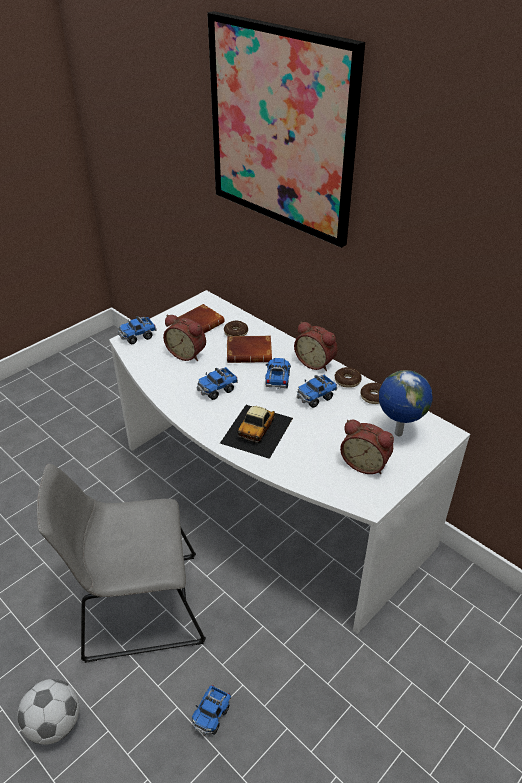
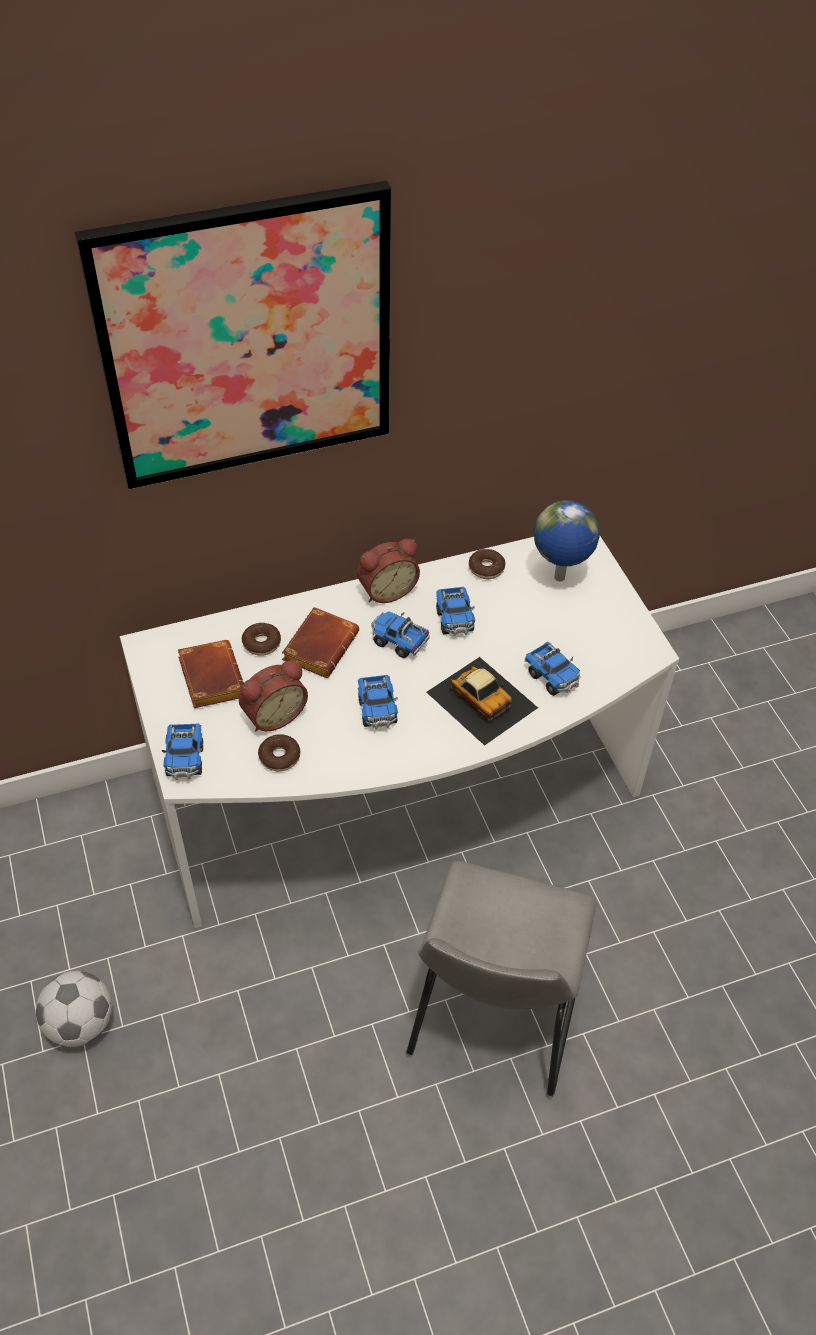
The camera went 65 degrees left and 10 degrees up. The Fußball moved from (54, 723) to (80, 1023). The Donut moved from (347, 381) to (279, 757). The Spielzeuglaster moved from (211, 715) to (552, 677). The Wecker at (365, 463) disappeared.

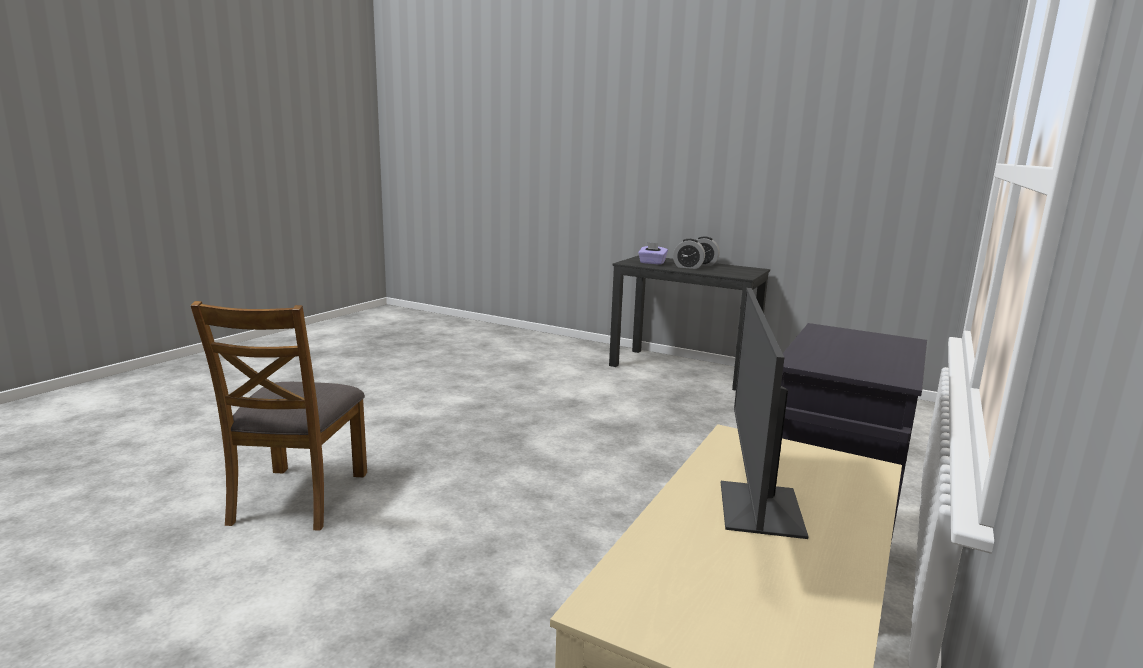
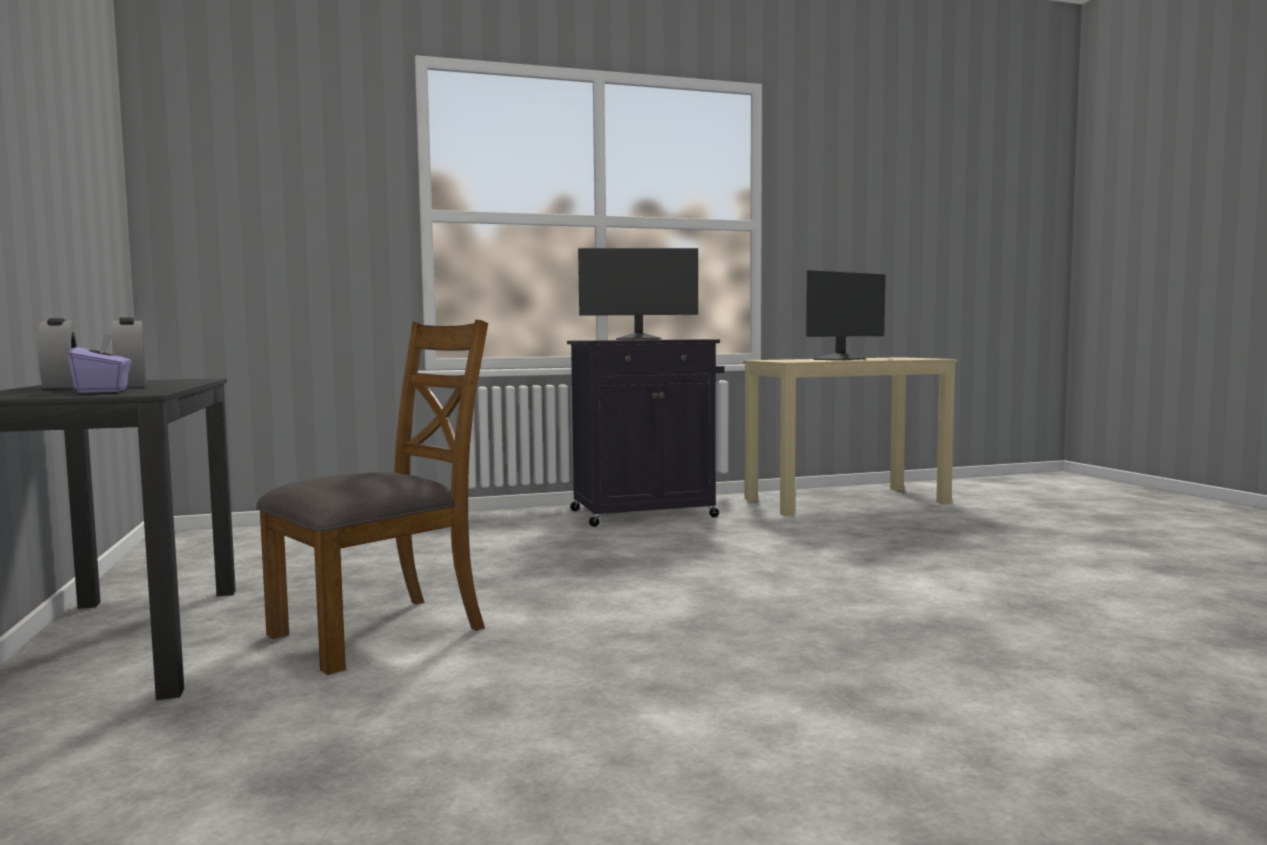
The camera went 135 degrees left and 10 degrees down. The Stuhl/braun moved from (298, 497) to (380, 631). The Monitor at (638, 339) appeared.

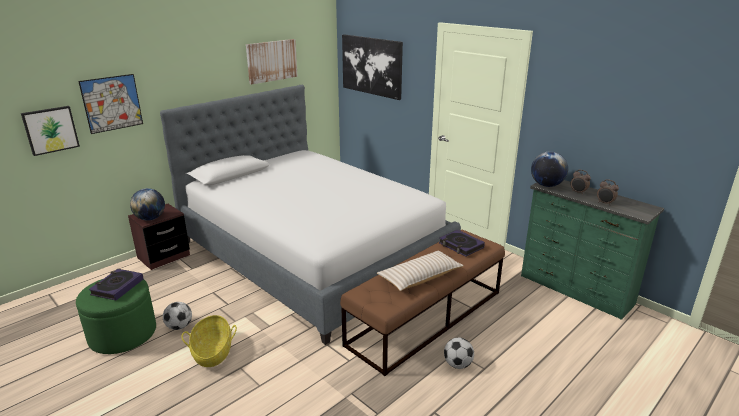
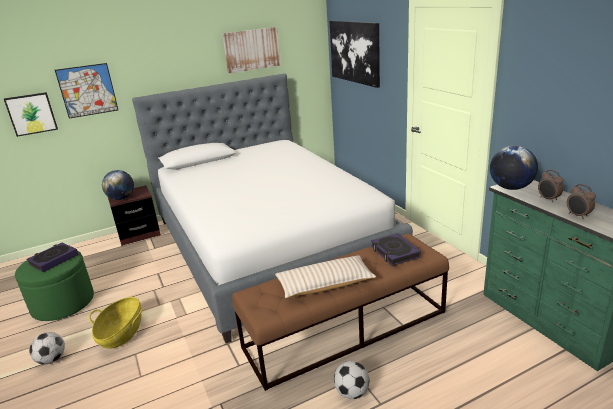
The camera went 20 degrees right and 0 degrees up. The Fußball moved from (179, 326) to (52, 359).

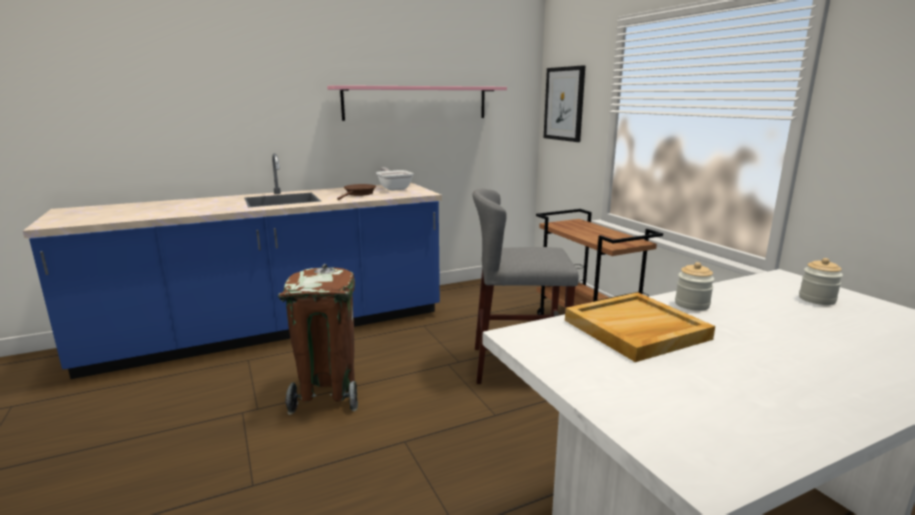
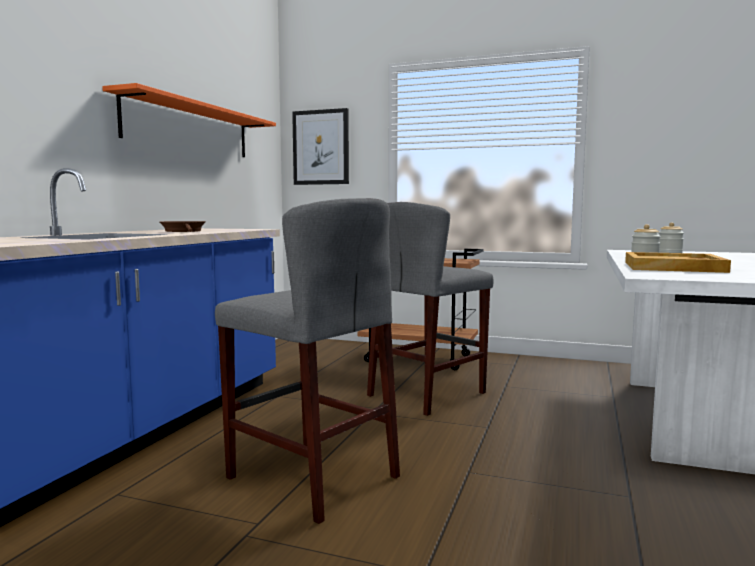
The camera went 45 degrees left and 10 degrees down. The Wandregal/rosa at (416, 102) became the Wandregal/orange at (190, 128). The Mülleimer/braun at (327, 394) was replaced by the Hocker/grau at (312, 477). The Pfanne at (394, 188) disappeared.

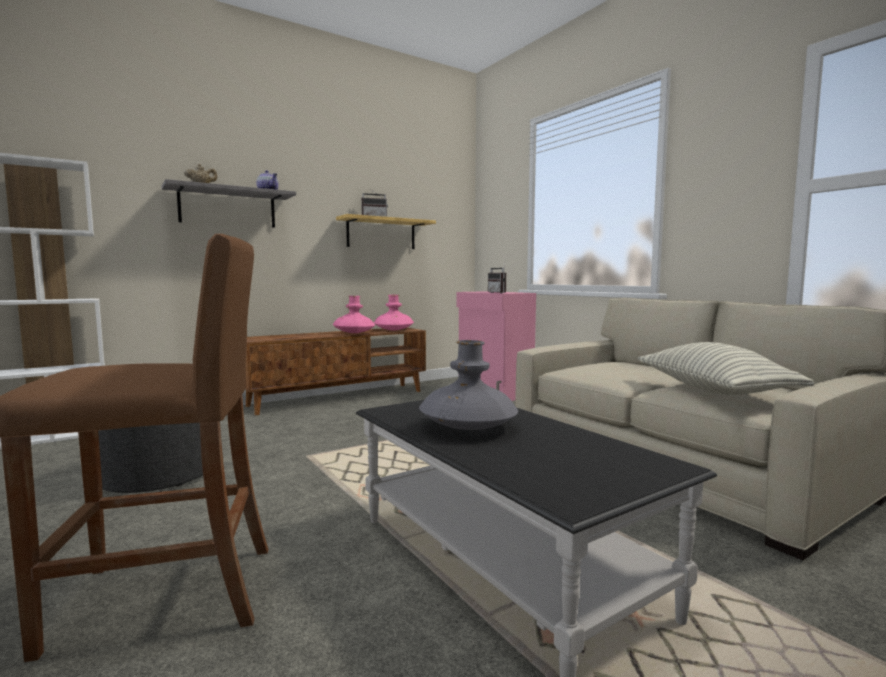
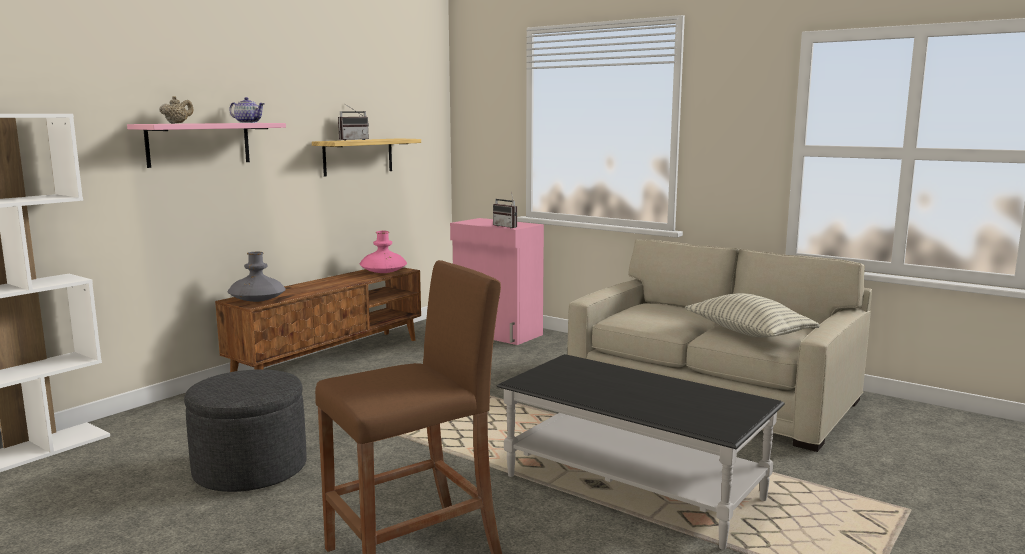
The camera went 20 degrees left and 5 degrees up. The Wandregal/grau at (228, 208) became the Wandregal/rosa at (199, 144). The Vase/grau moved from (468, 427) to (257, 300). The Vase/rosa at (354, 333) disappeared.

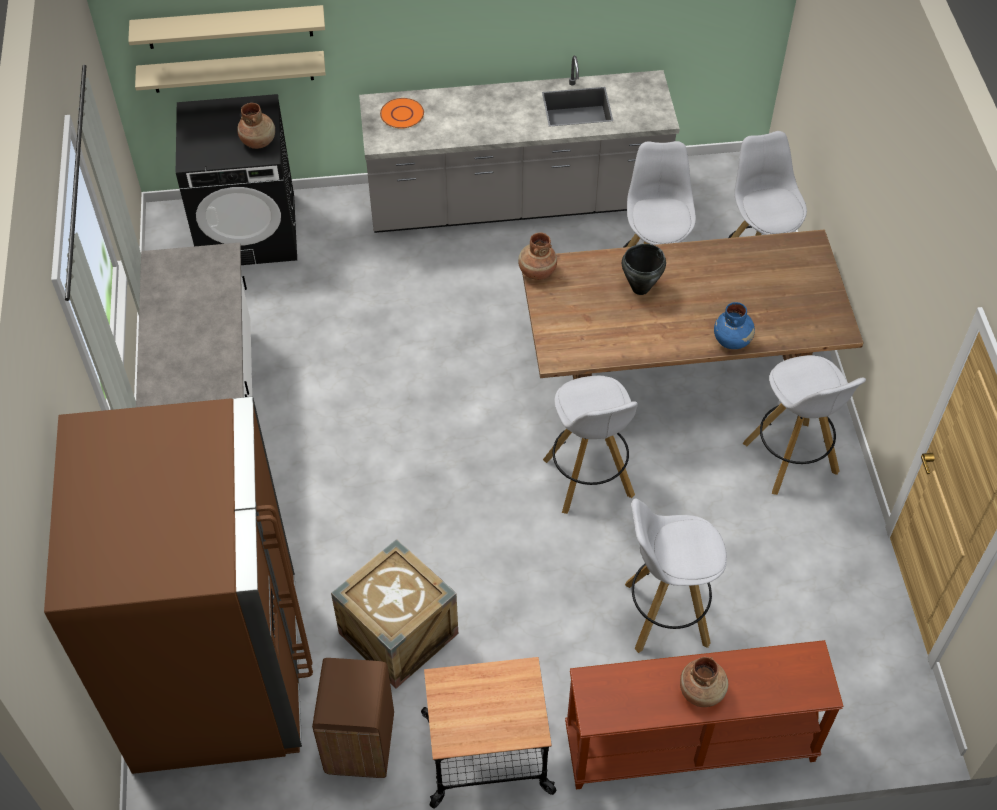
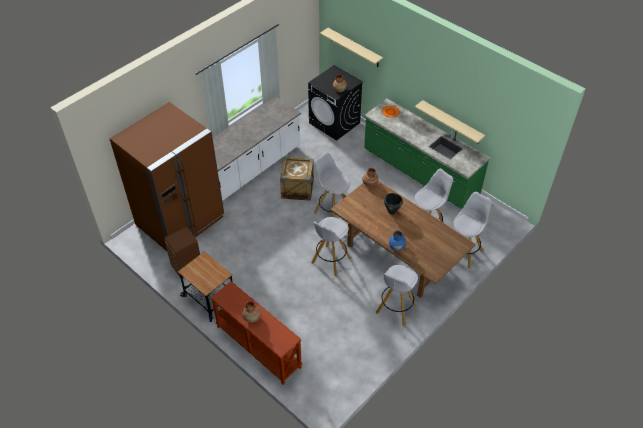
The camera went 50 degrees right and 5 degrees down. The Kiste moved from (398, 633) to (297, 188). The Hocker/weiß moved from (664, 614) to (332, 212). The Küchenzeile/grau at (516, 203) became the Küchenzeile/grün at (419, 174). The Wandregal/beige moved from (232, 71) to (452, 122).

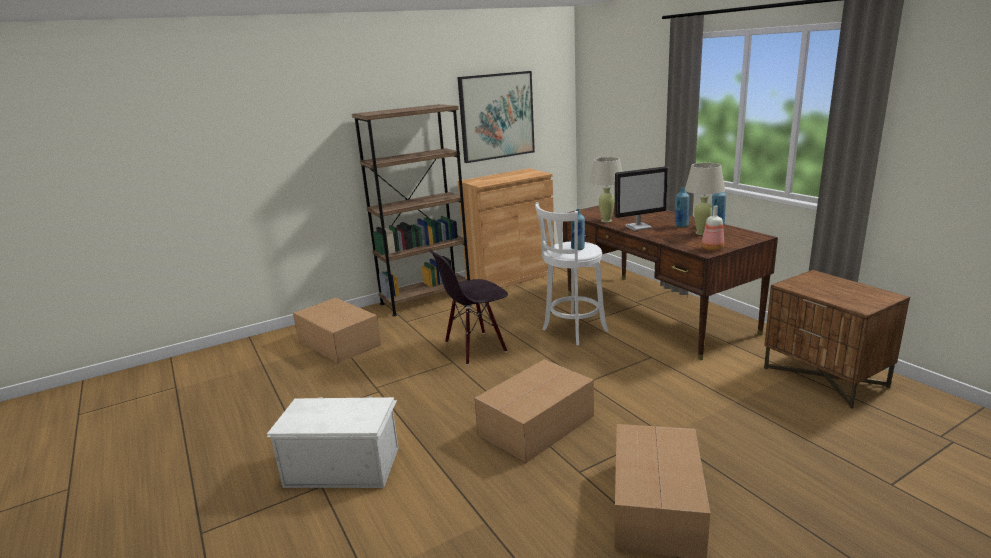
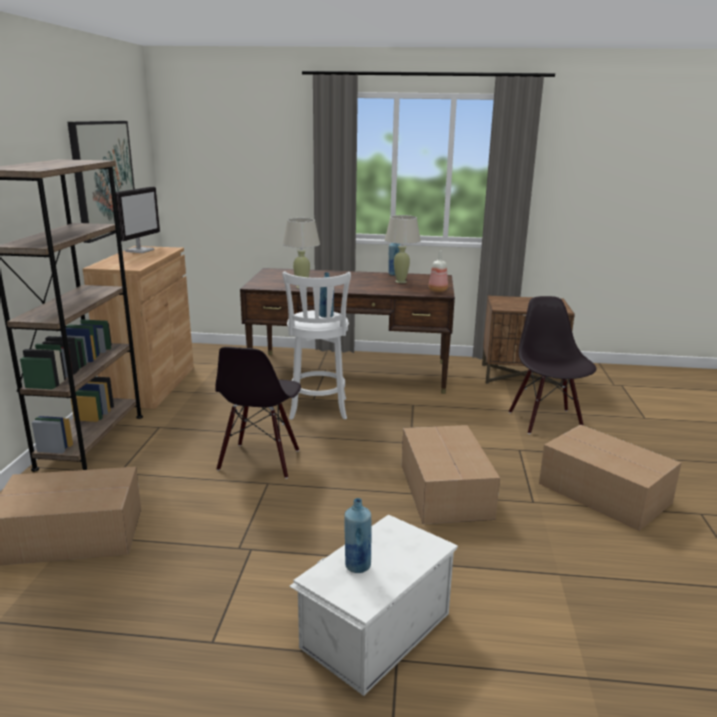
The camera went 55 degrees left and 0 degrees up. The Monitor moved from (638, 227) to (139, 250). The Flasche/blau moved from (681, 226) to (357, 566). The Stuhl/schwarz at (546, 421) appeared.

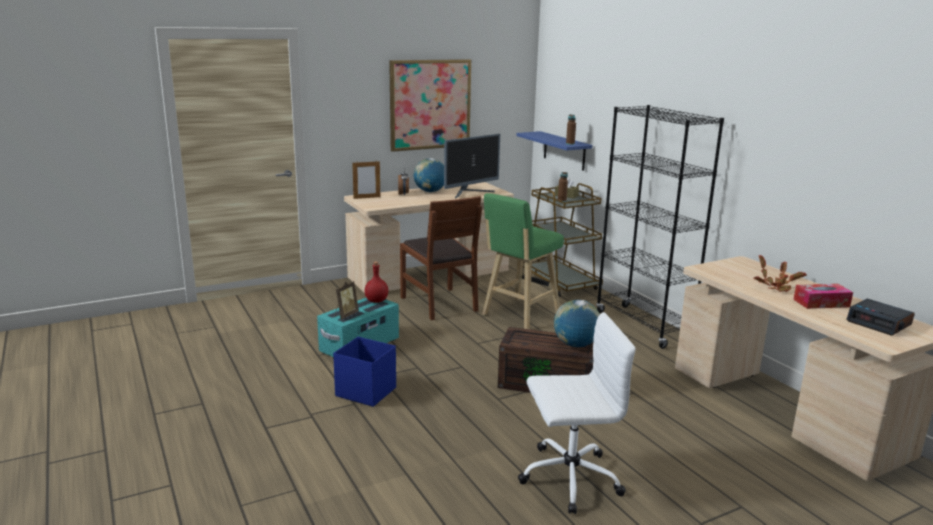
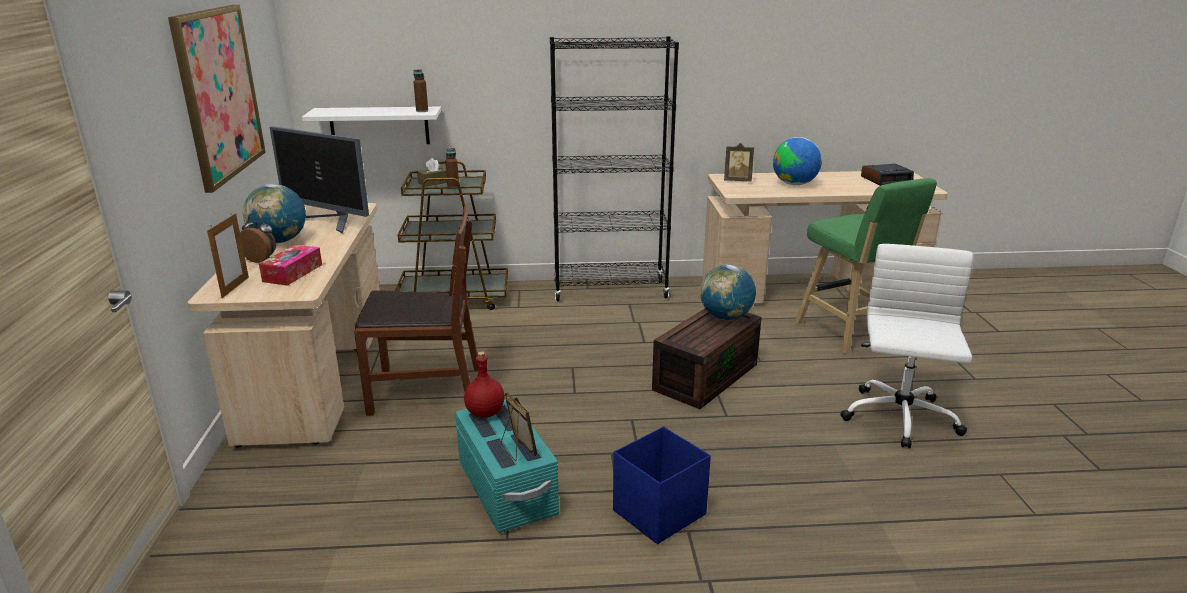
The camera went 65 degrees left and 5 degrees up. The Taschentuchbox moved from (821, 303) to (293, 273). The Monitor at (470, 193) turned 135 degrees clockwise. The Wandregal/blau at (564, 150) became the Wandregal/weiß at (379, 126). The Bilderrahmen at (737, 181) appeared. The Topfpflanze at (775, 286) was replaced by the Globus at (794, 184). The Hocker/grün moved from (518, 315) to (850, 333).

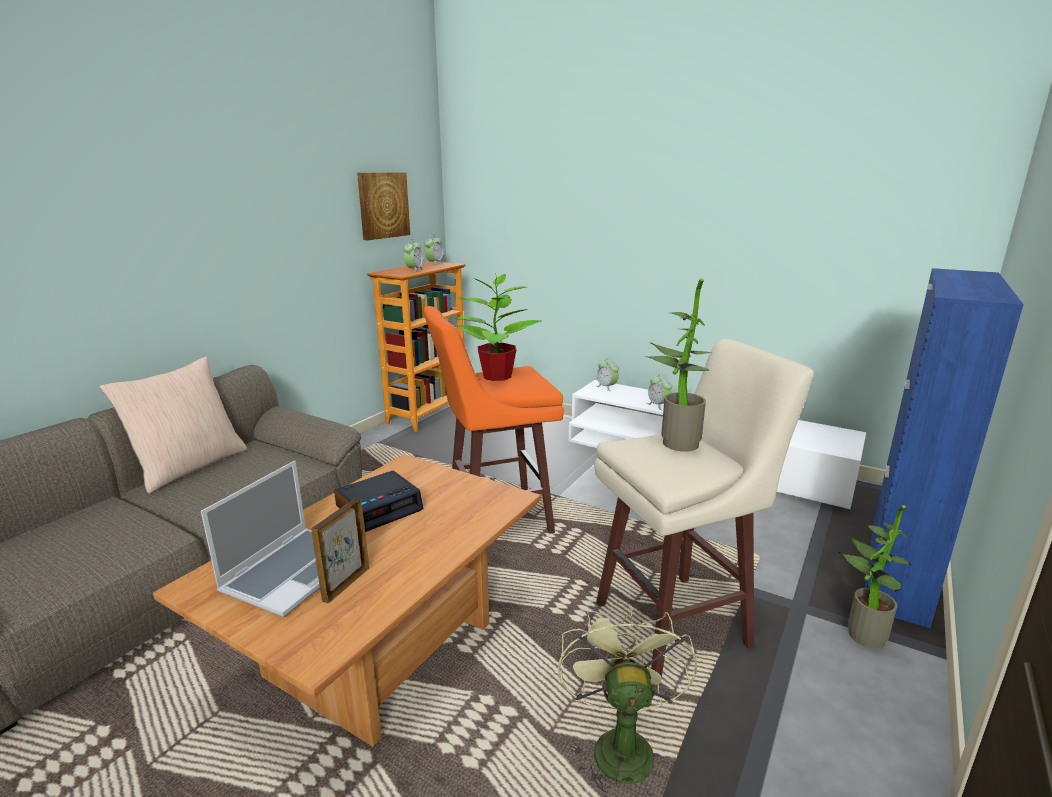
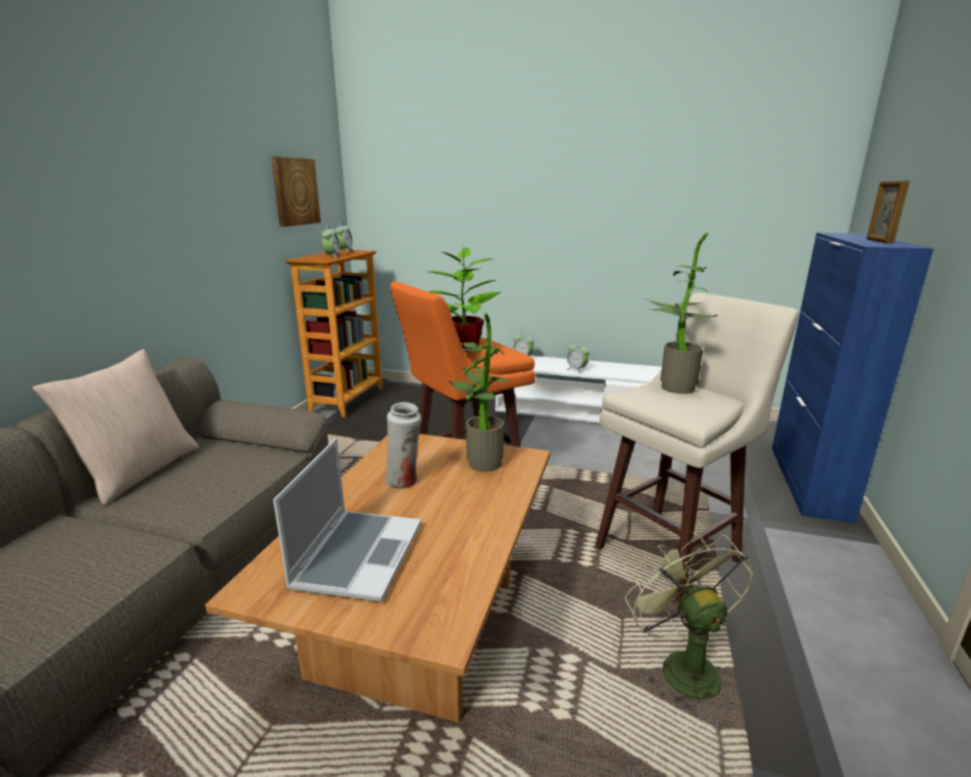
The camera went 15 degrees left and 0 degrees up. The Wecker at (380, 508) was replaced by the Vase/weiß at (404, 482). The Topfpflanze moved from (860, 633) to (480, 462). The Bilderrahmen moved from (345, 584) to (879, 241).

